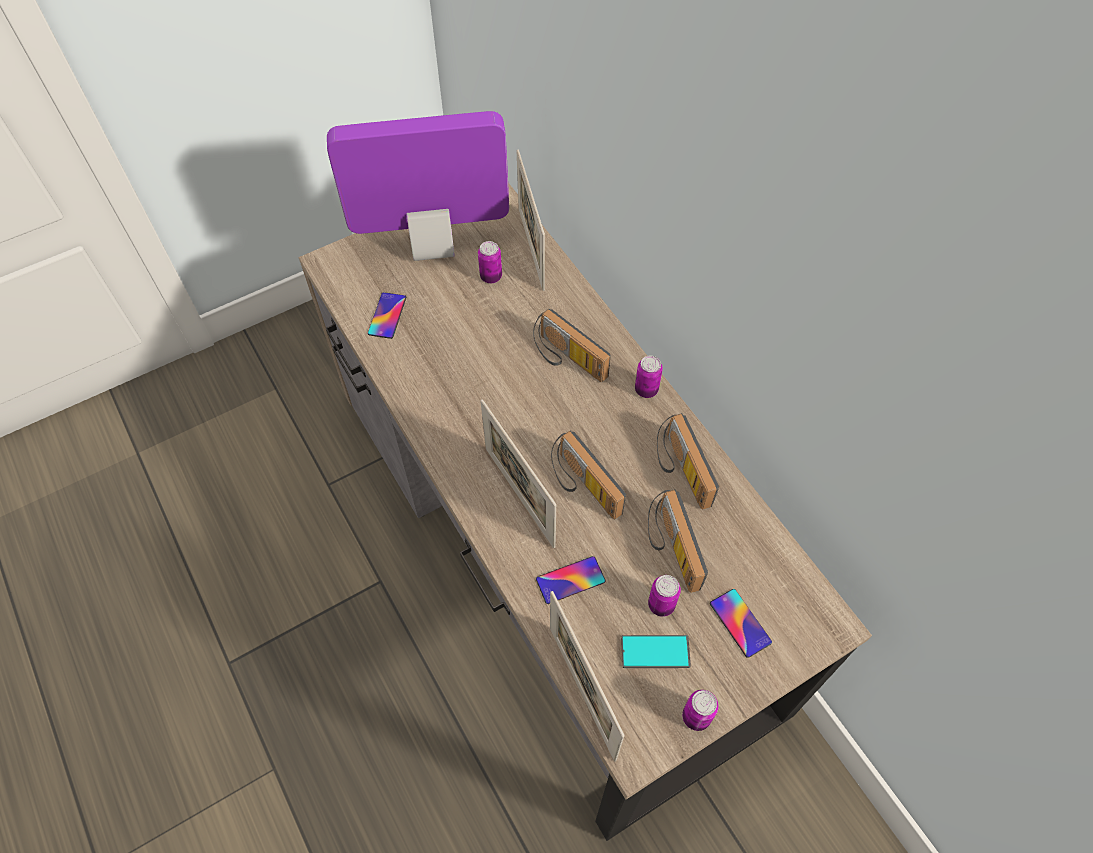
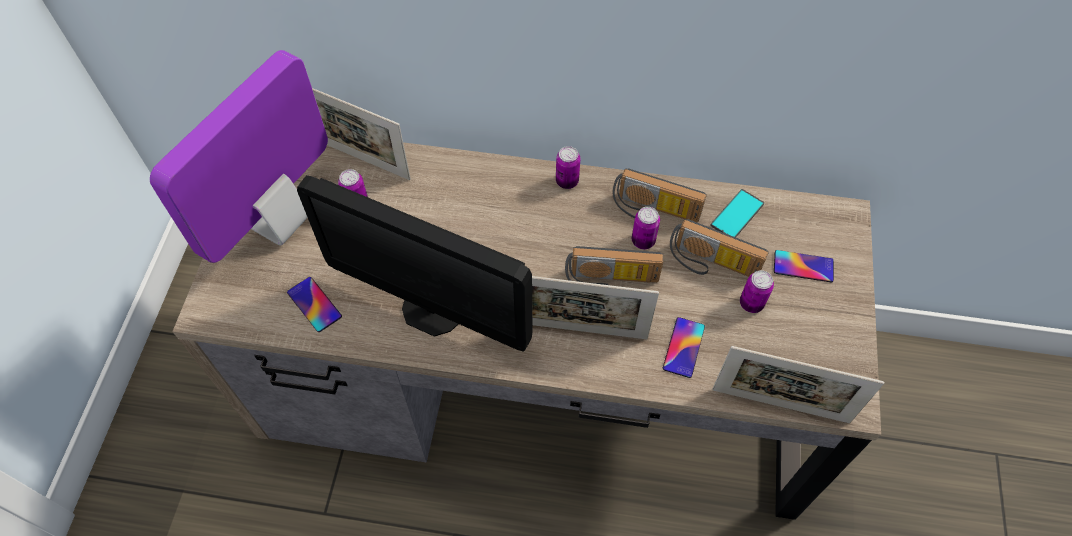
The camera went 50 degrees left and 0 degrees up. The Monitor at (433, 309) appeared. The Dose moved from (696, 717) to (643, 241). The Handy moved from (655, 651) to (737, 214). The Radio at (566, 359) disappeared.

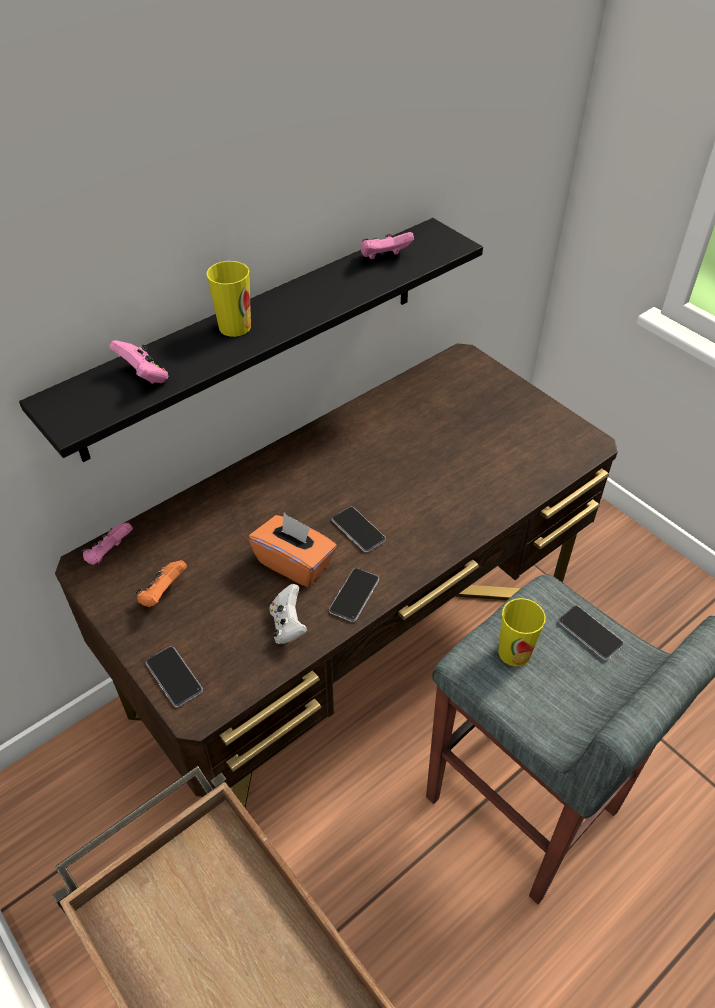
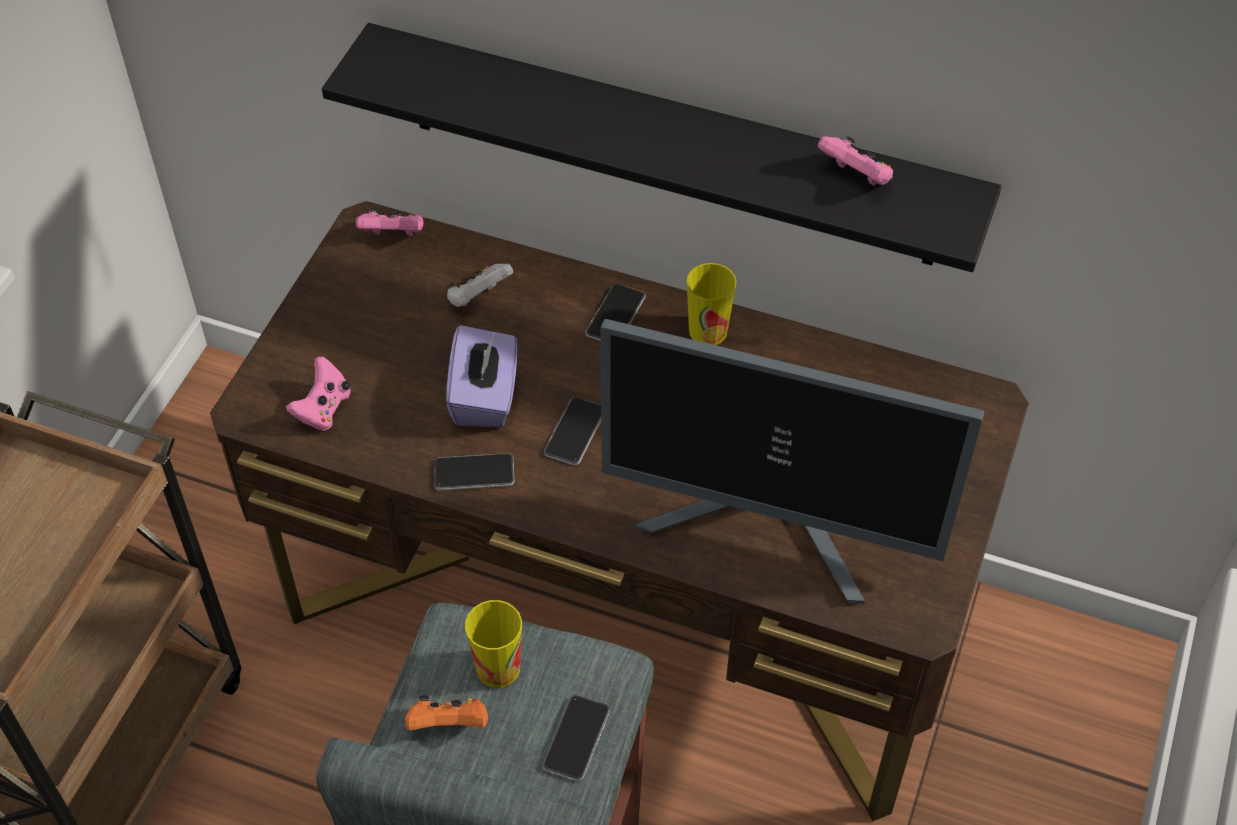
The camera went 60 degrees right and 5 degrees up. The Gamepad/rosa moved from (144, 376) to (323, 409). The Gamepad/orange moved from (163, 594) to (449, 725). The Taschentuchbox/orange at (295, 563) became the Taschentuchbox/lila at (485, 397). The Gamepad/weiß moved from (288, 625) to (478, 298). The Handy moved from (174, 677) to (615, 315). The Monitor at (770, 529) appeared. The Tasse moved from (234, 327) to (708, 331).

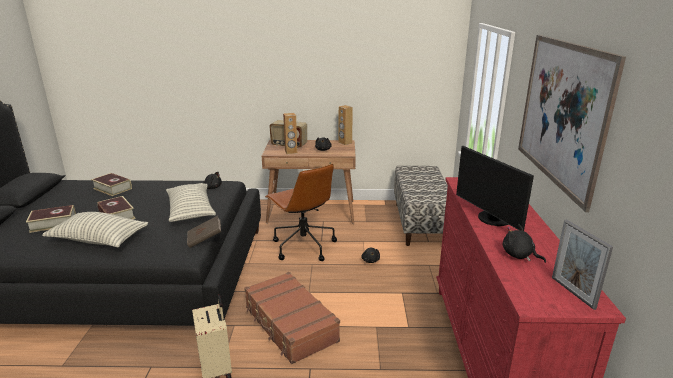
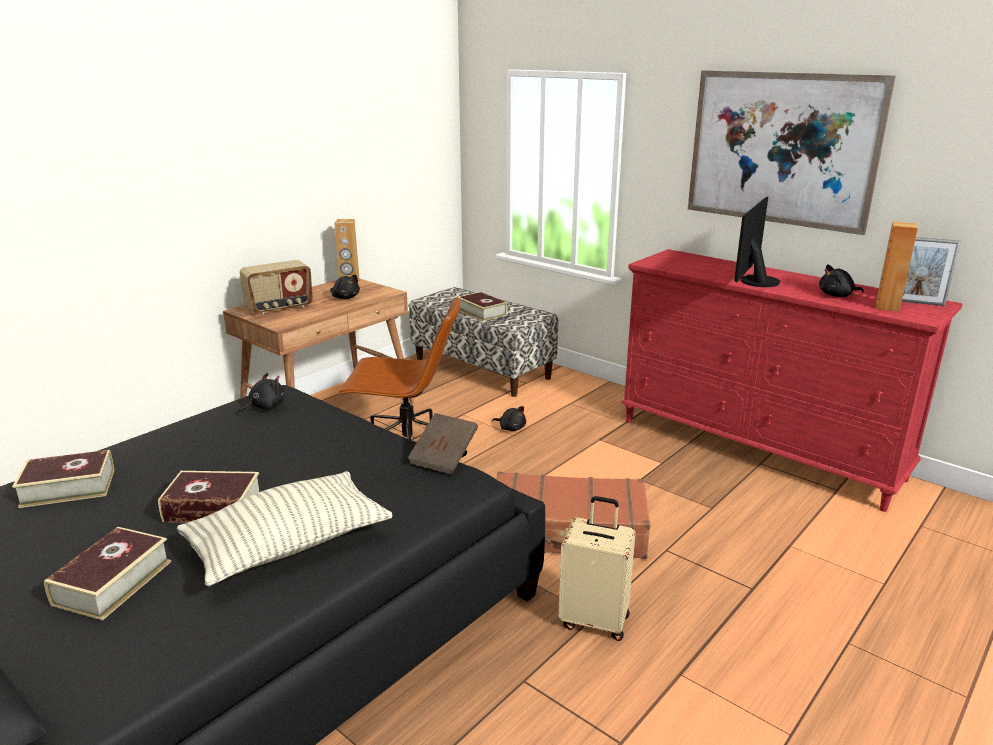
The camera went 50 degrees left and 0 degrees up. The Buch at (481, 312) appeared. The Monitor at (491, 219) turned 105 degrees clockwise. The Lautsprecher/braun moved from (291, 152) to (888, 306). The Kissen at (191, 211) disappeared.

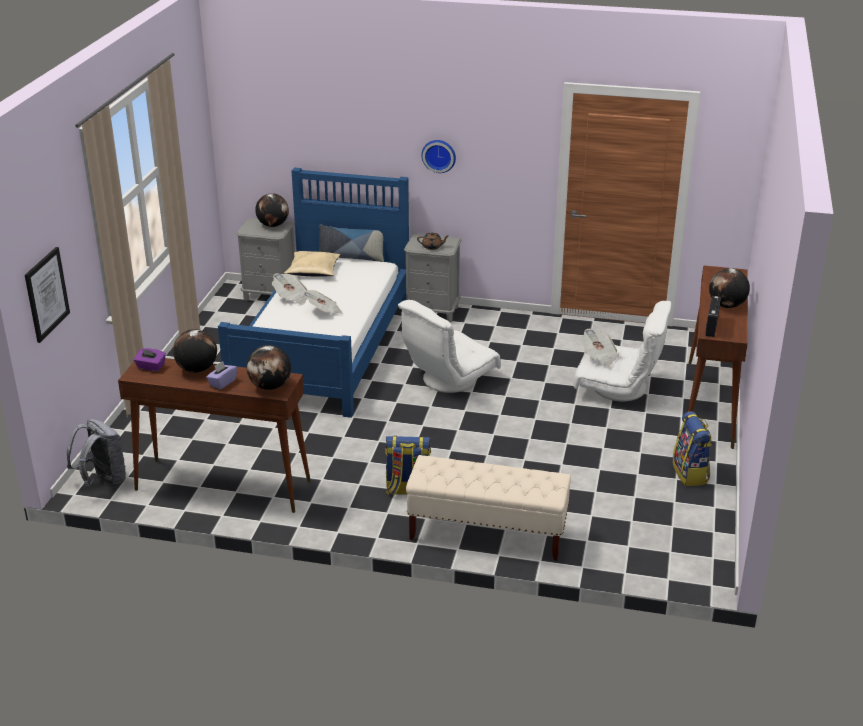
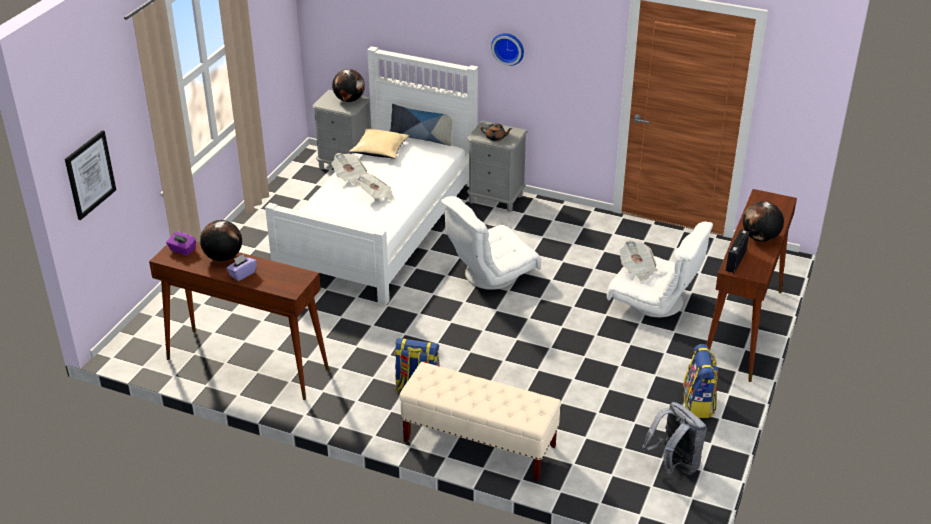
The camera went 10 degrees right and 5 degrees up. The Bett/blau at (324, 347) became the Bett/weiß at (381, 227). The Rucksack/grau moved from (103, 482) to (674, 465). The Globus at (270, 386) disappeared.

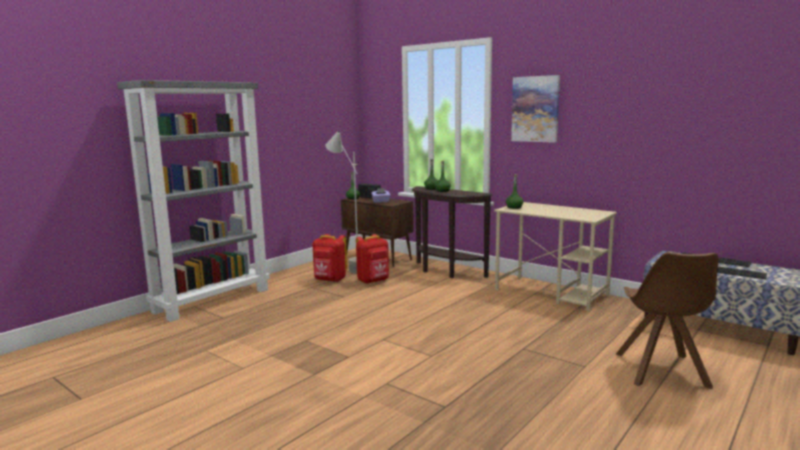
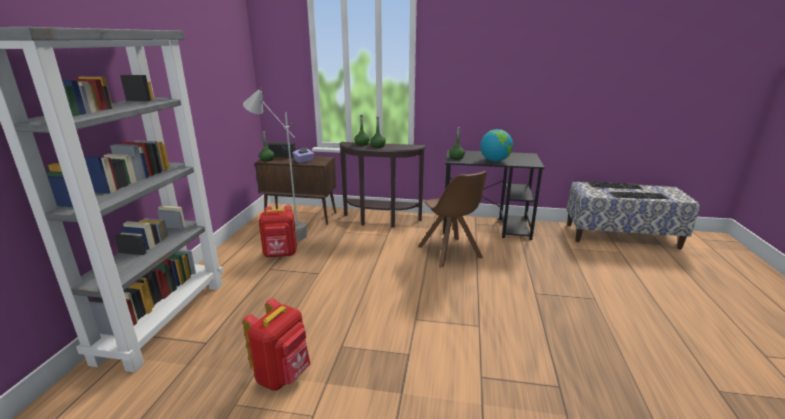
The camera went 30 degrees left and 10 degrees up. The Rucksack/rot moved from (373, 281) to (283, 375). The Stuhl/braun moved from (661, 371) to (450, 253). The Schreibtisch/beige at (551, 293) became the Schreibtisch/schwarz at (486, 227). The Globus at (495, 161) appeared. The Bild at (535, 109) disappeared.

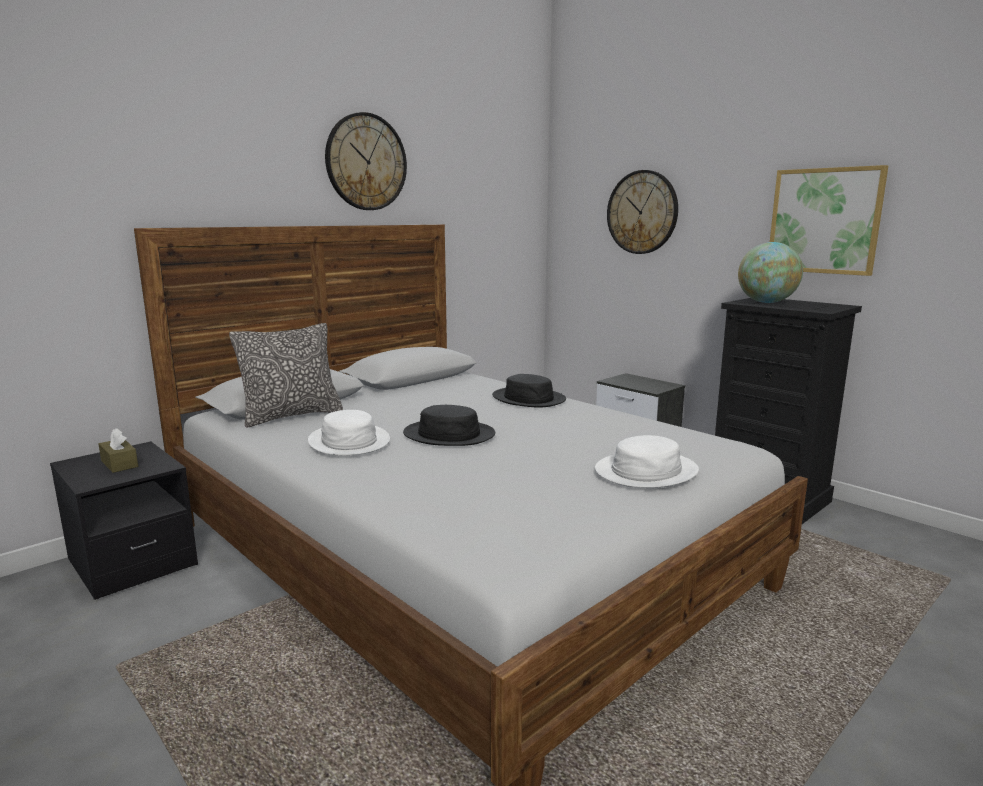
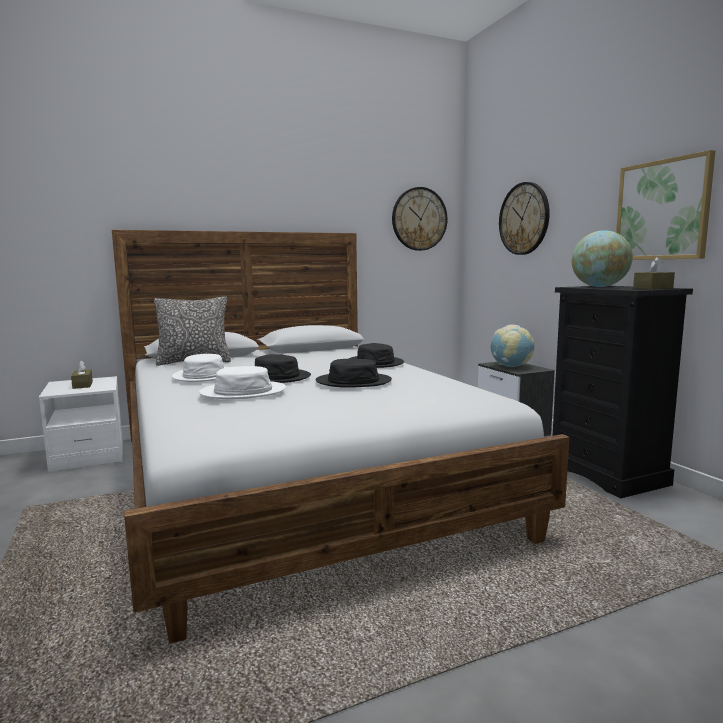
The camera went 20 degrees right and 5 degrees down. The Nachttisch/schwarz at (132, 563) became the Nachttisch/weiß at (88, 456). The Hut/weiß moved from (646, 471) to (243, 392). The Hut/schwarz at (353, 381) appeared. The Wanduhr moved from (366, 162) to (419, 219). The Globus at (511, 367) appeared. The Taschentuchbox/braun at (653, 288) appeared.

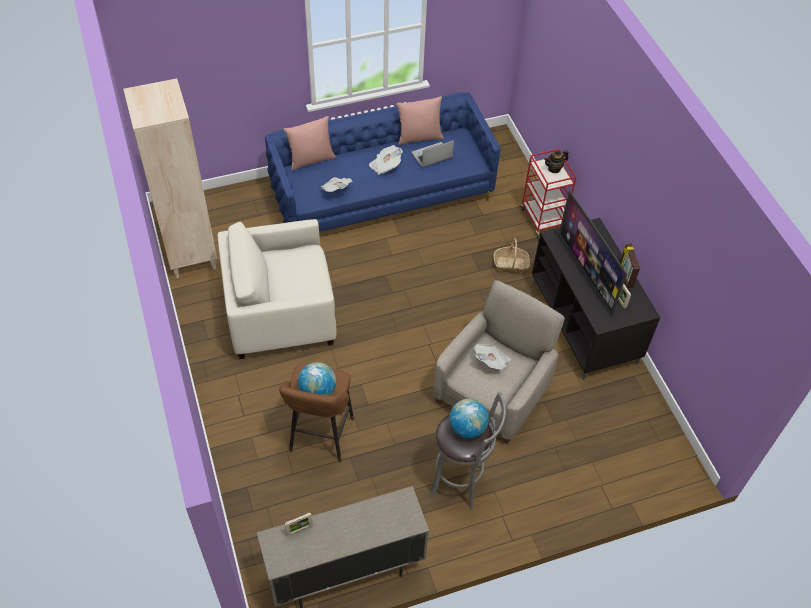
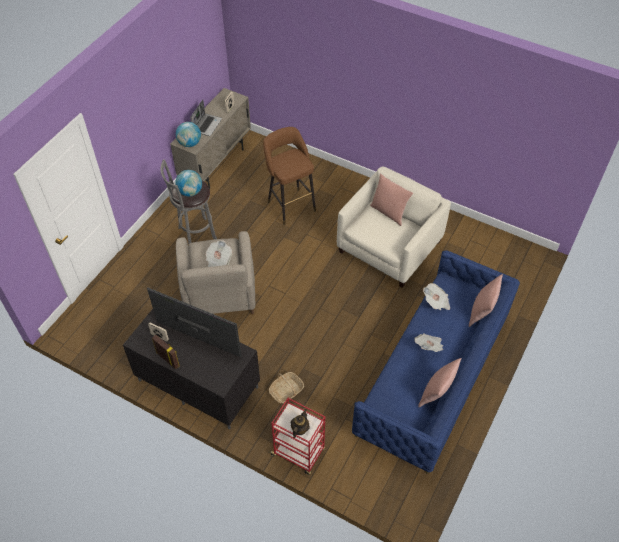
The camera went 140 degrees right and 0 degrees up. The Globus moved from (318, 391) to (189, 143). The Laptop moved from (431, 156) to (207, 125). The Kissen/rosa at (389, 212) appeared. The Bücherregal/beige at (190, 255) disappeared.

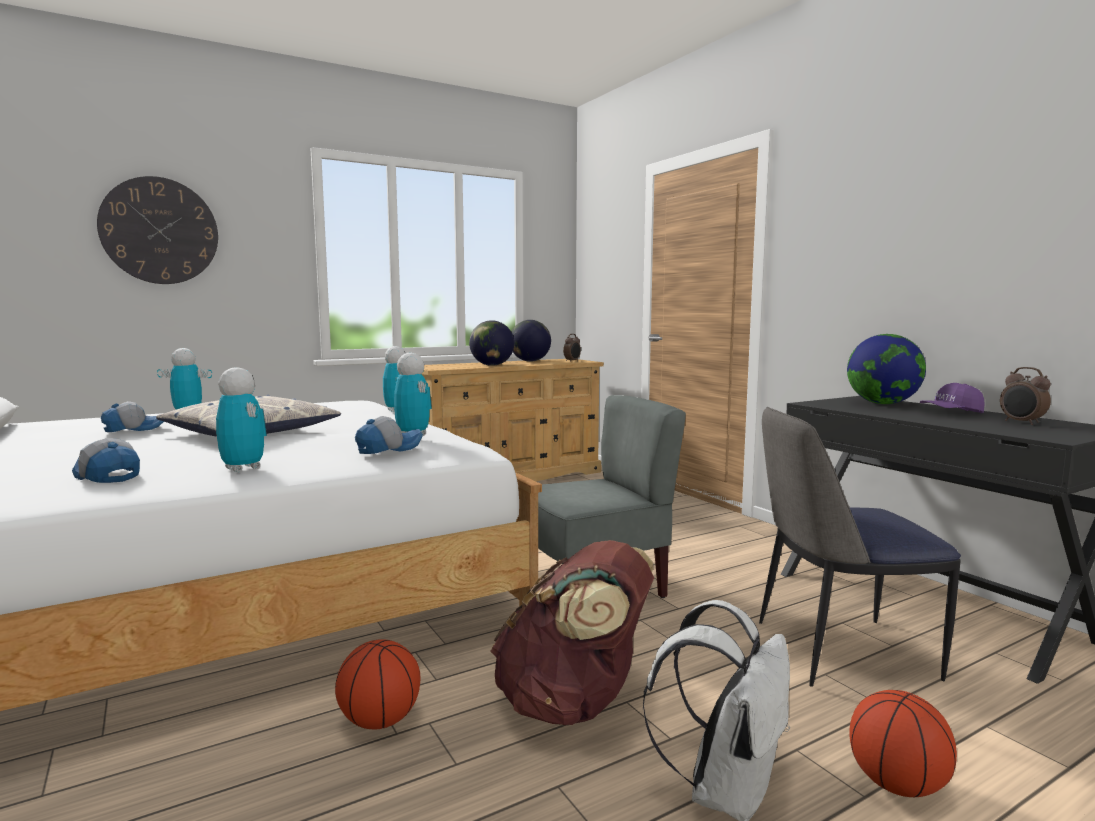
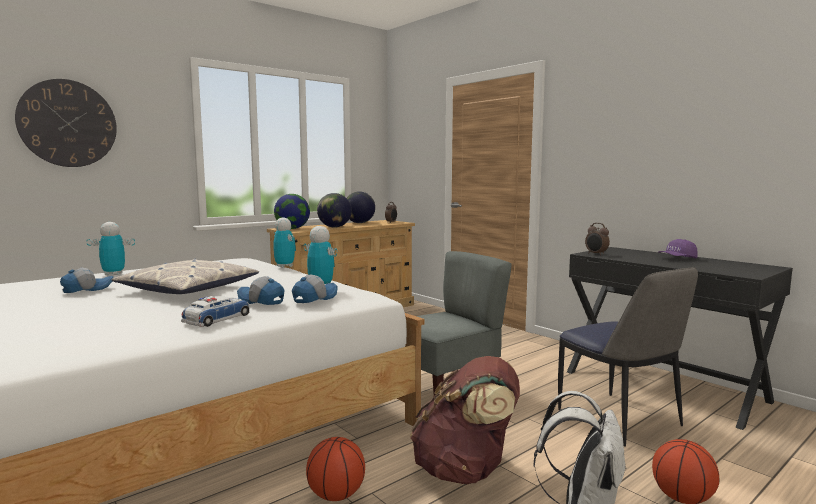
The camera went 10 degrees left and 0 degrees up. The Spielzeugroboter at (243, 468) was replaced by the Spielzeugauto at (217, 318). The Kappe moved from (105, 476) to (260, 301). The Globus moved from (883, 404) to (292, 228). The Stuhl at (838, 650) turned 105 degrees counterclockwise. The Wecker moved from (1021, 423) to (596, 254).

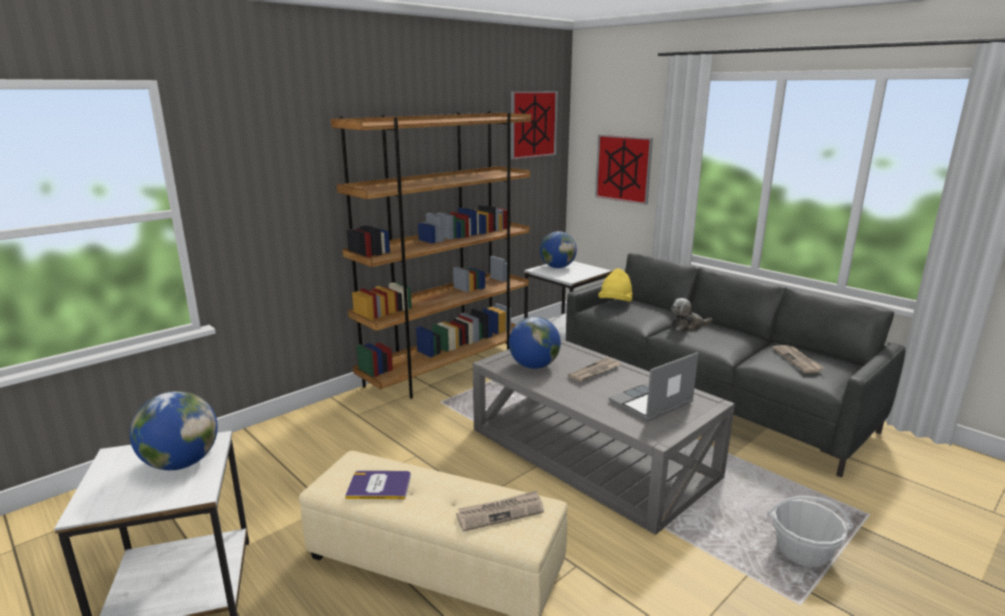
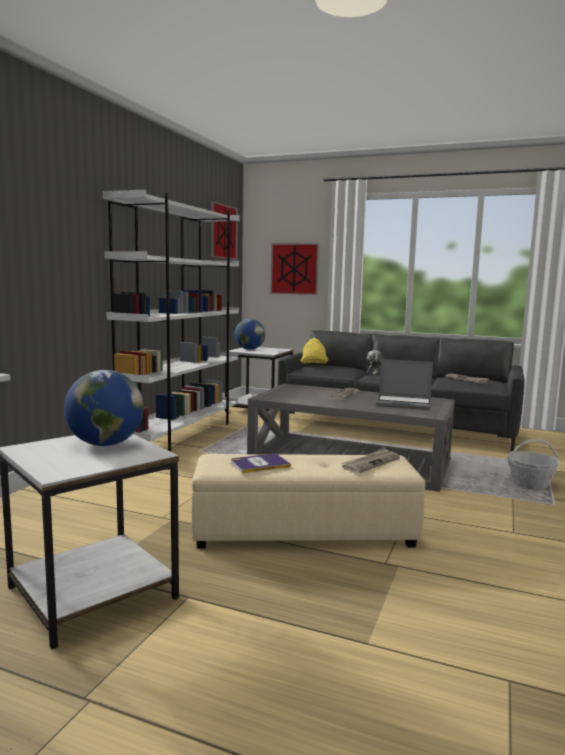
The camera went 25 degrees left and 10 degrees down. The Bücherregal/braun at (447, 369) became the Bücherregal/weiß at (181, 434). The Laptop at (651, 403) turned 105 degrees counterclockwise. The Globus at (534, 366) disappeared.

